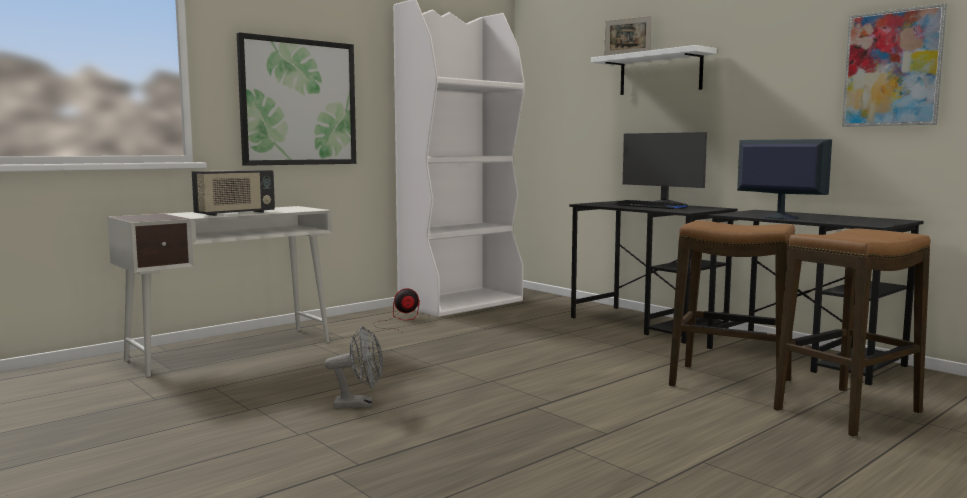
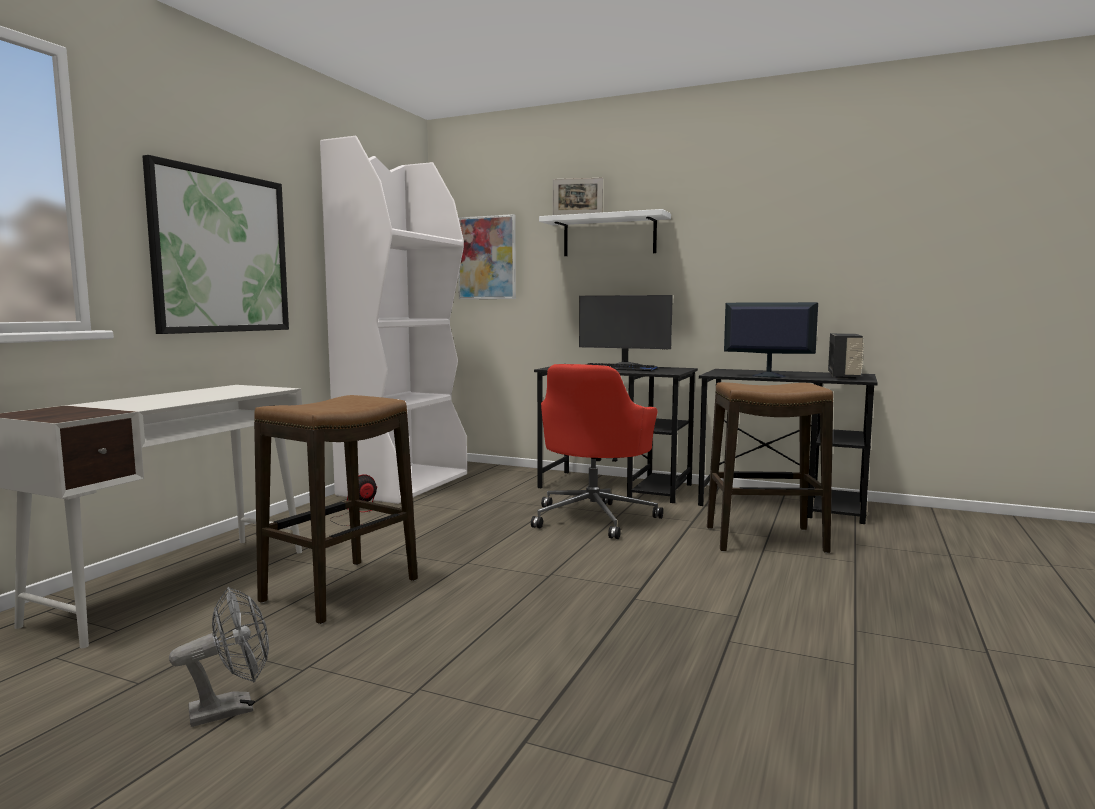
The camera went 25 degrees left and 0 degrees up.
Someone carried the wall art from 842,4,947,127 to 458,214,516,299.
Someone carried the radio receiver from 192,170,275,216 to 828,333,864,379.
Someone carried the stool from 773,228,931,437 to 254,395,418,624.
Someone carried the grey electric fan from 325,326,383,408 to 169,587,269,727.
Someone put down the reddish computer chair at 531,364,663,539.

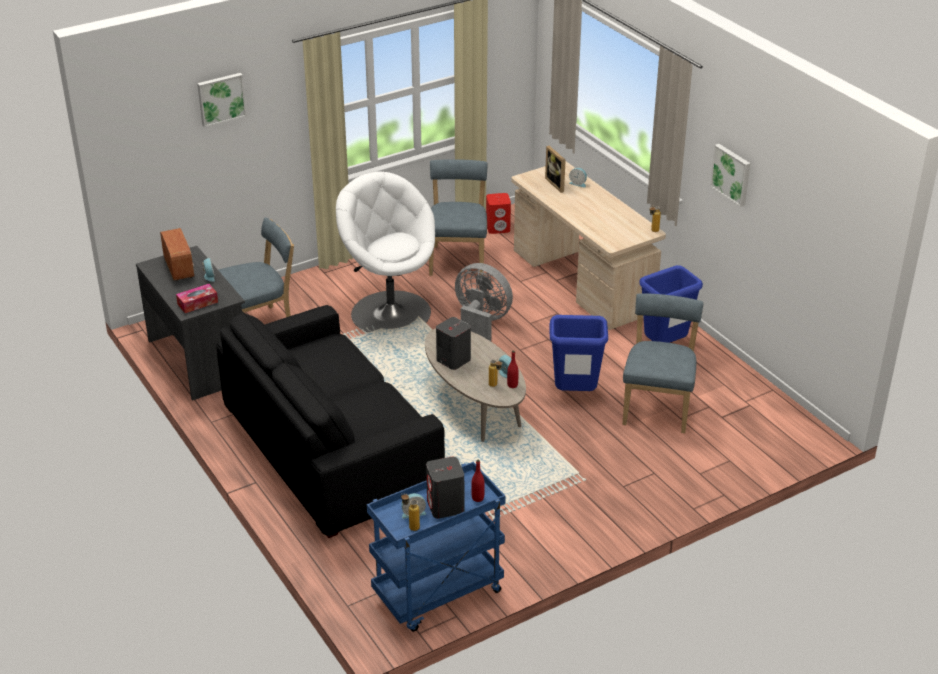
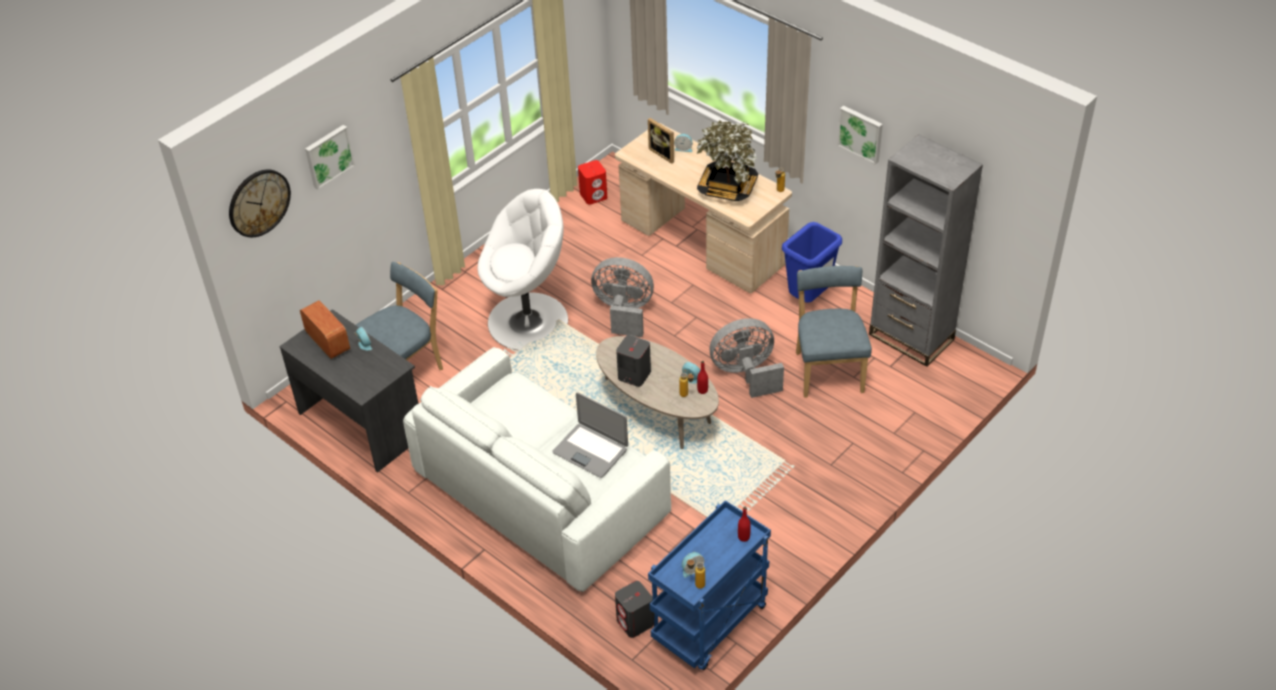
The camera went 15 degrees left and 10 degrees up.
Someone took away the blue plain chair at 429,159,488,276.
Someone rotated the whitish easy chair at 336,172,435,332 by 135 degrees clockwise.
Someone took away the box of tissues at 176,284,218,313.
Someone repainted the black sofa at 216,305,445,538, which became the whitish sofa at 403,347,671,592.
Someone swapped the blue rubbish bin at 550,315,608,391 for the grey electric fan at 710,318,784,398.
Someone carried the grey audio speaker from 426,457,464,519 to 615,581,654,638.
Someone put down the plant in a pot at 696,120,758,201.
Someone put down the grey shelving unit at 869,134,983,367.
Someone put up the hanging clock at 229,170,291,237.
Someone put down the notebook computer at 552,392,628,478.

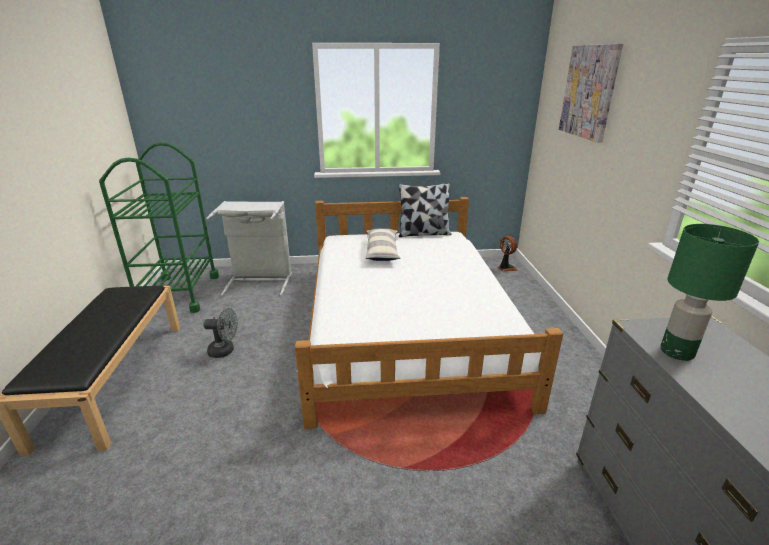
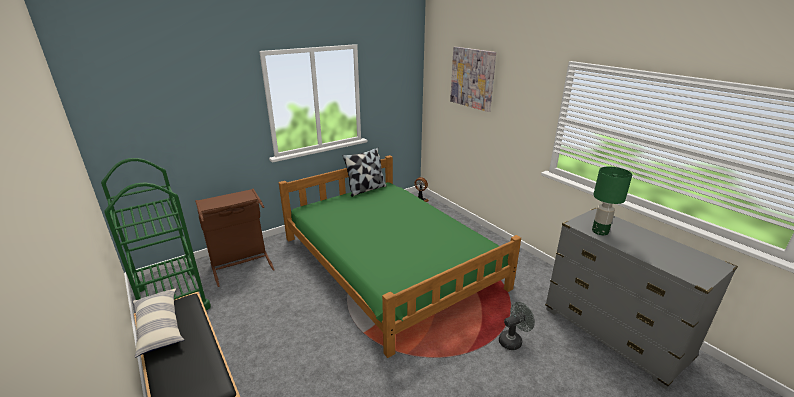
The camera went 30 degrees left and 0 degrees up.
Someone repainted the whitish bed at 295,197,563,429, which became the greenish bed at 279,155,521,358.
Someone repainted the grey washing basket at 206,201,292,296, which became the brown-coloured washing basket at 195,189,275,287.
Someone carried the throw pillow from 365,229,400,261 to 132,289,184,358.
Someone carried the grey electric fan from 204,308,238,358 to 499,302,535,350.

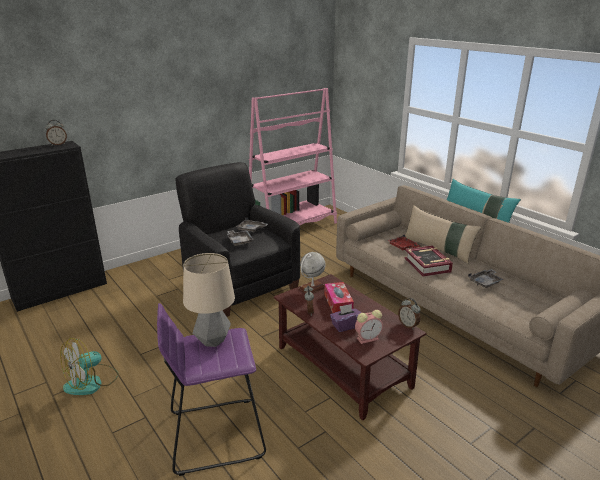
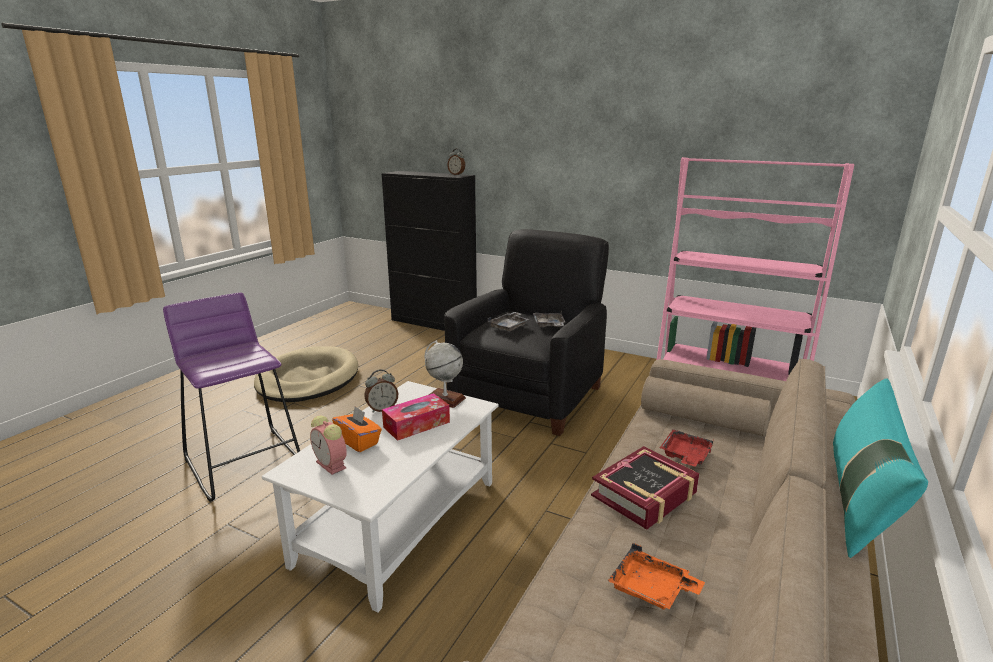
The camera went 65 degrees right and 5 degrees down.
Someone took away the sand-coloured throw pillow at 405,205,482,263.
Someone took away the tabletop lamp at 183,253,235,347.
Someone repainted the grey tray at 468,269,504,288, which became the orange-coloured tray at 608,543,705,610.
Someone repainted the brown-coloured coffee table at 274,274,427,421, which became the whitish coffee table at 262,381,499,613.
Someone took away the bedside clock at 398,298,421,330.
Someone repainted the purple box of tissues at 330,304,362,332, which became the orange-coloured box of tissues at 332,406,382,452.
Someone swapped the electric fan at 60,338,119,395 for the sand-coloured dog cushion at 254,346,358,402.

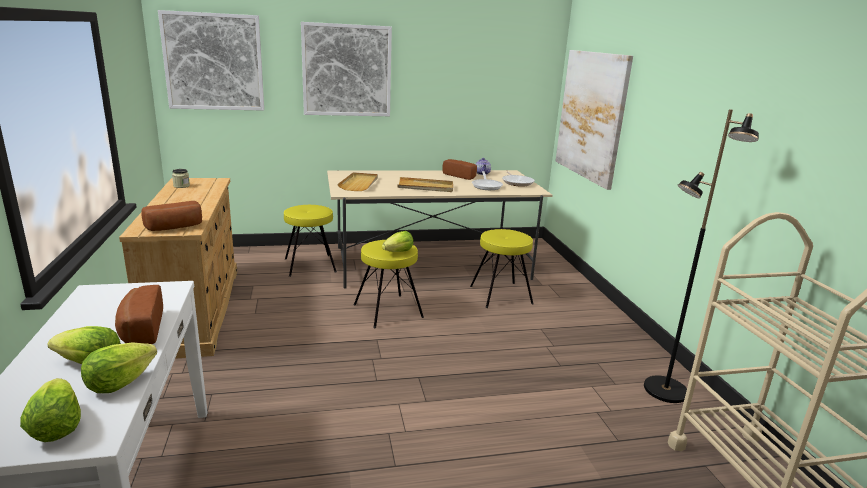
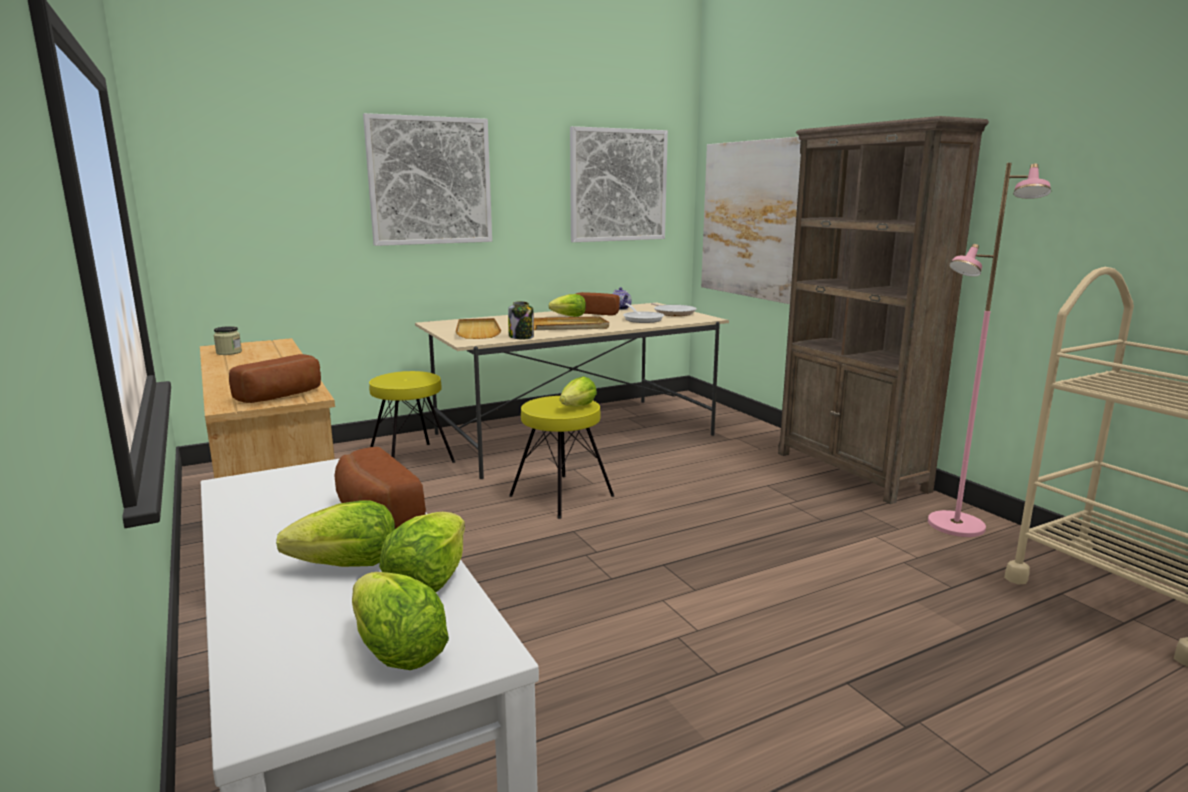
The camera went 15 degrees left and 5 degrees down.
Someone carried the wall art from 158,10,264,111 to 570,126,668,242.
Someone repainted the black standing lamp at 644,109,759,403, which became the pinkish standing lamp at 928,163,1051,537.
Someone took away the yellowish stool at 470,229,534,308.
Someone put down the brown-coloured shelving unit at 778,116,989,504.
Someone put down the lettuce at 548,294,586,317.
Someone put down the preserve jar at 508,301,534,339.

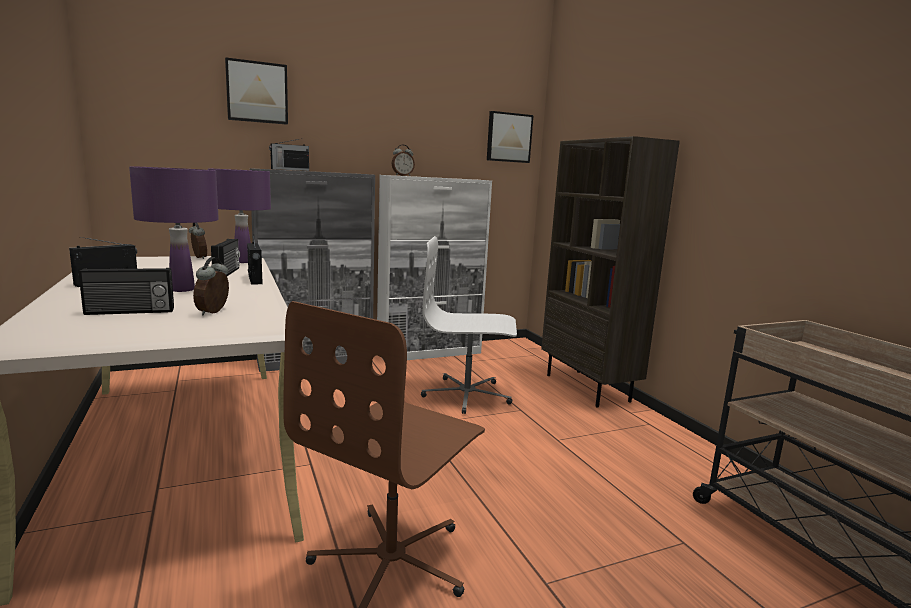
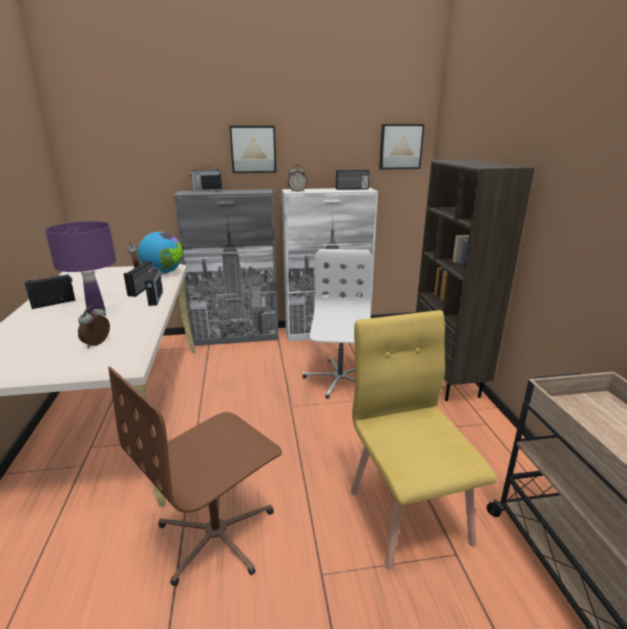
The camera went 15 degrees right and 10 degrees up.
Someone carried the wall art from 225,57,288,125 to 229,126,276,173.
Someone swapped the purple tabletop lamp at 208,168,271,263 for the globe at 138,231,183,275.
Someone rotated the whitish computer chair at 421,236,517,414 by 75 degrees clockwise.
Someone carried the radio receiver from 79,268,174,315 to 336,170,370,190.
Someone put down the yellowish plain chair at 350,310,497,570.

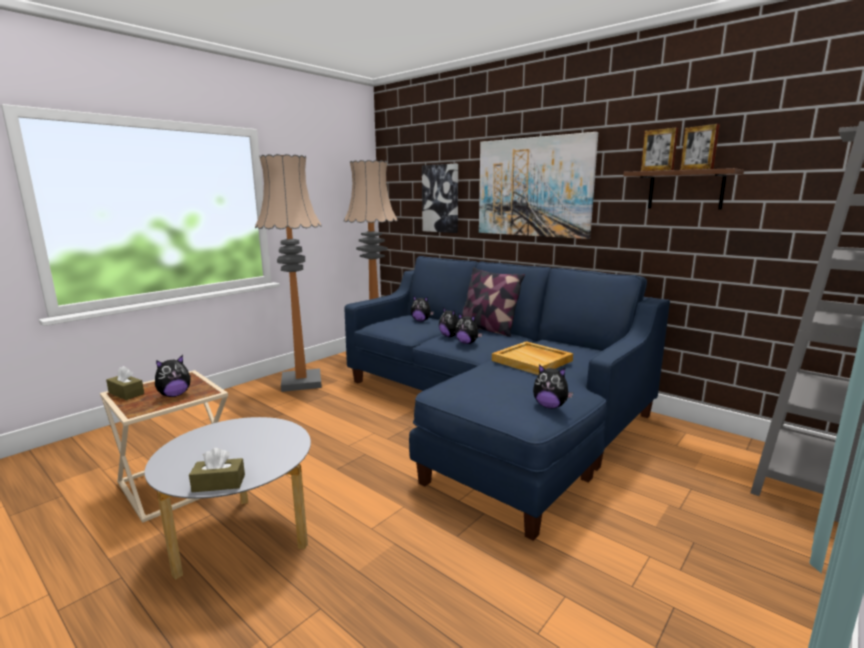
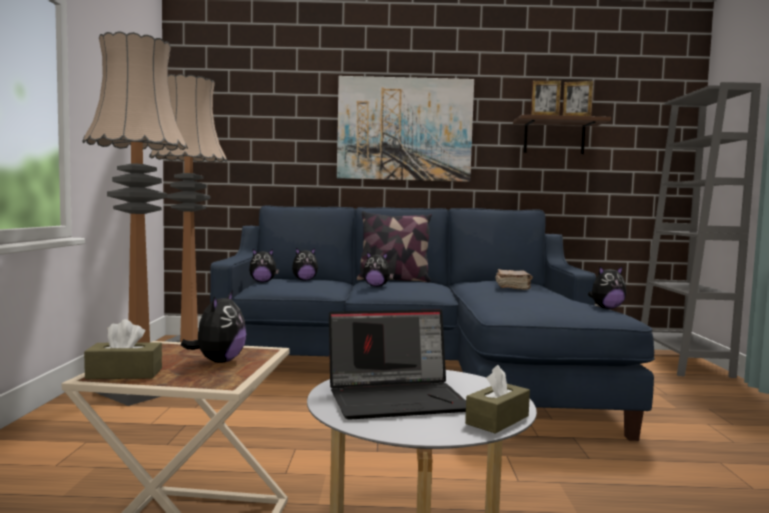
The camera went 40 degrees left and 10 degrees down.
Someone took away the wall art at 422,164,458,233.
Someone carried the plush toy from 455,314,483,344 to 249,249,279,283.
Someone swapped the sand-coloured tray at 492,341,573,375 for the brown-coloured bound book at 495,269,533,290.
Someone put down the notebook computer at 329,309,466,420.

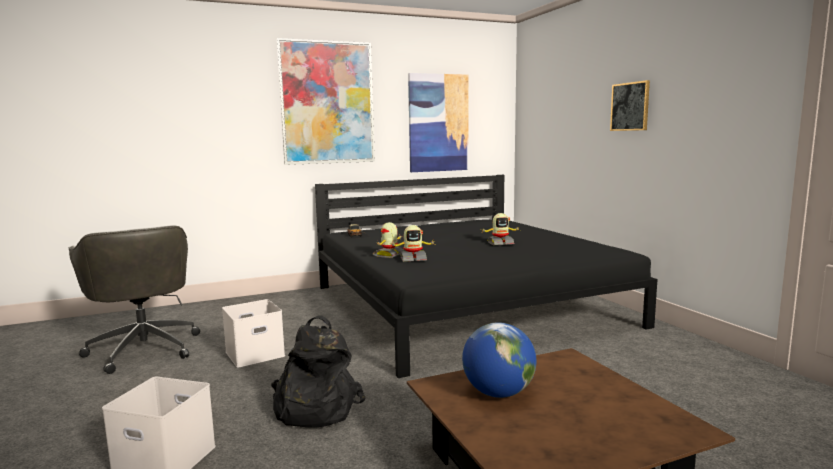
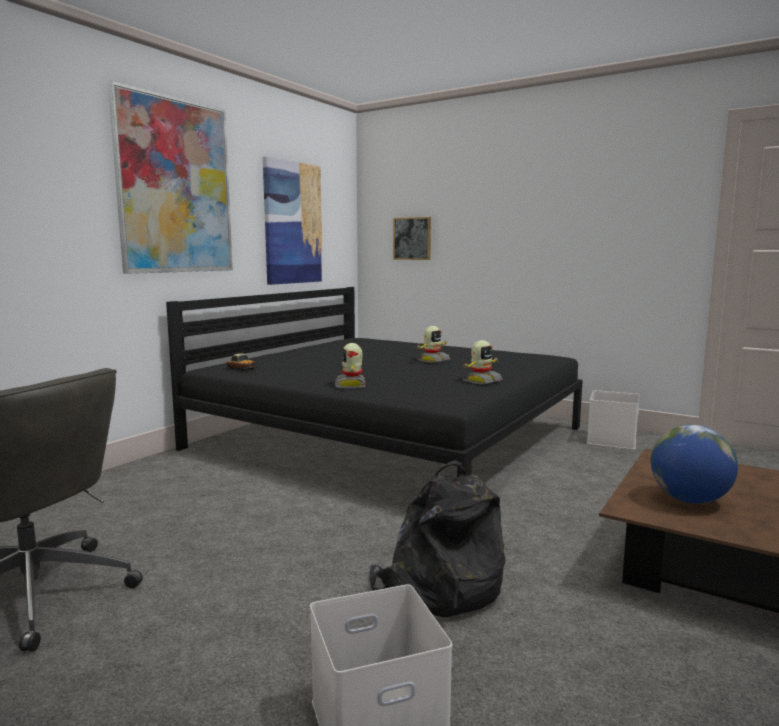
The camera went 35 degrees left and 0 degrees up.
Someone carried the wall art from 610,80,650,131 to 393,217,431,260.
Someone carried the model robot from 391,225,435,262 to 462,340,503,385.
Someone carried the whitish storage box from 222,299,285,368 to 587,390,639,449.

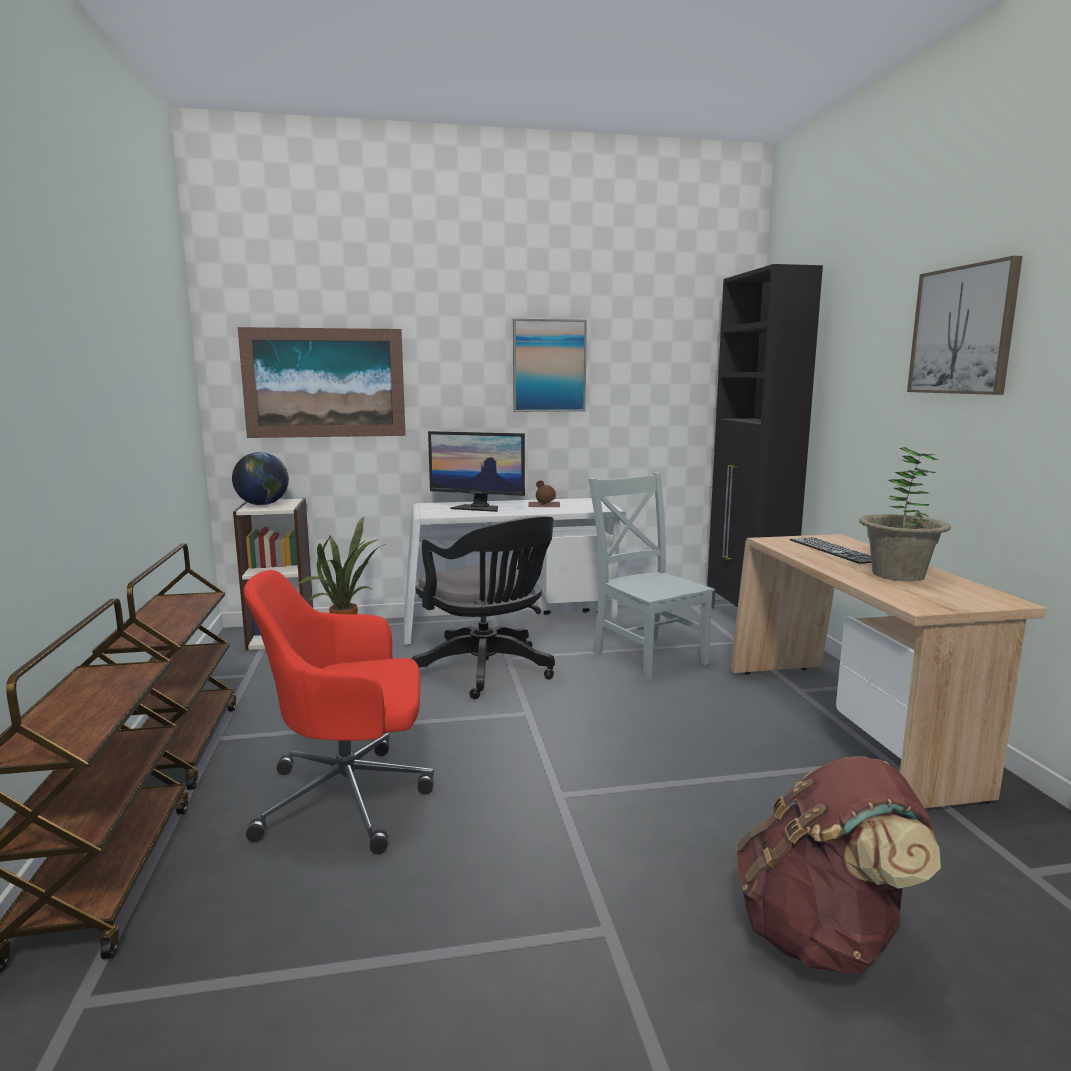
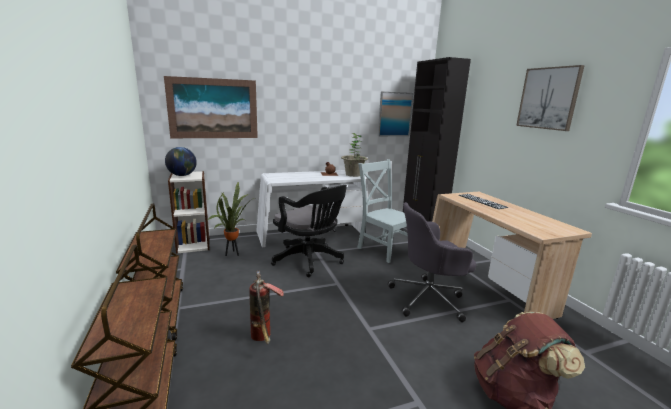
The camera went 10 degrees left and 5 degrees up.
Someone carried the wall art from 513,319,587,412 to 378,92,413,136.
Someone took away the computer screen at 428,431,525,512.
Someone carried the plant in a pot from 859,447,951,581 to 341,133,368,177.
Someone swapped the reddish computer chair at 244,570,434,854 for the extinguisher at 249,270,284,344.
Someone put down the grey computer chair at 388,202,476,322.

